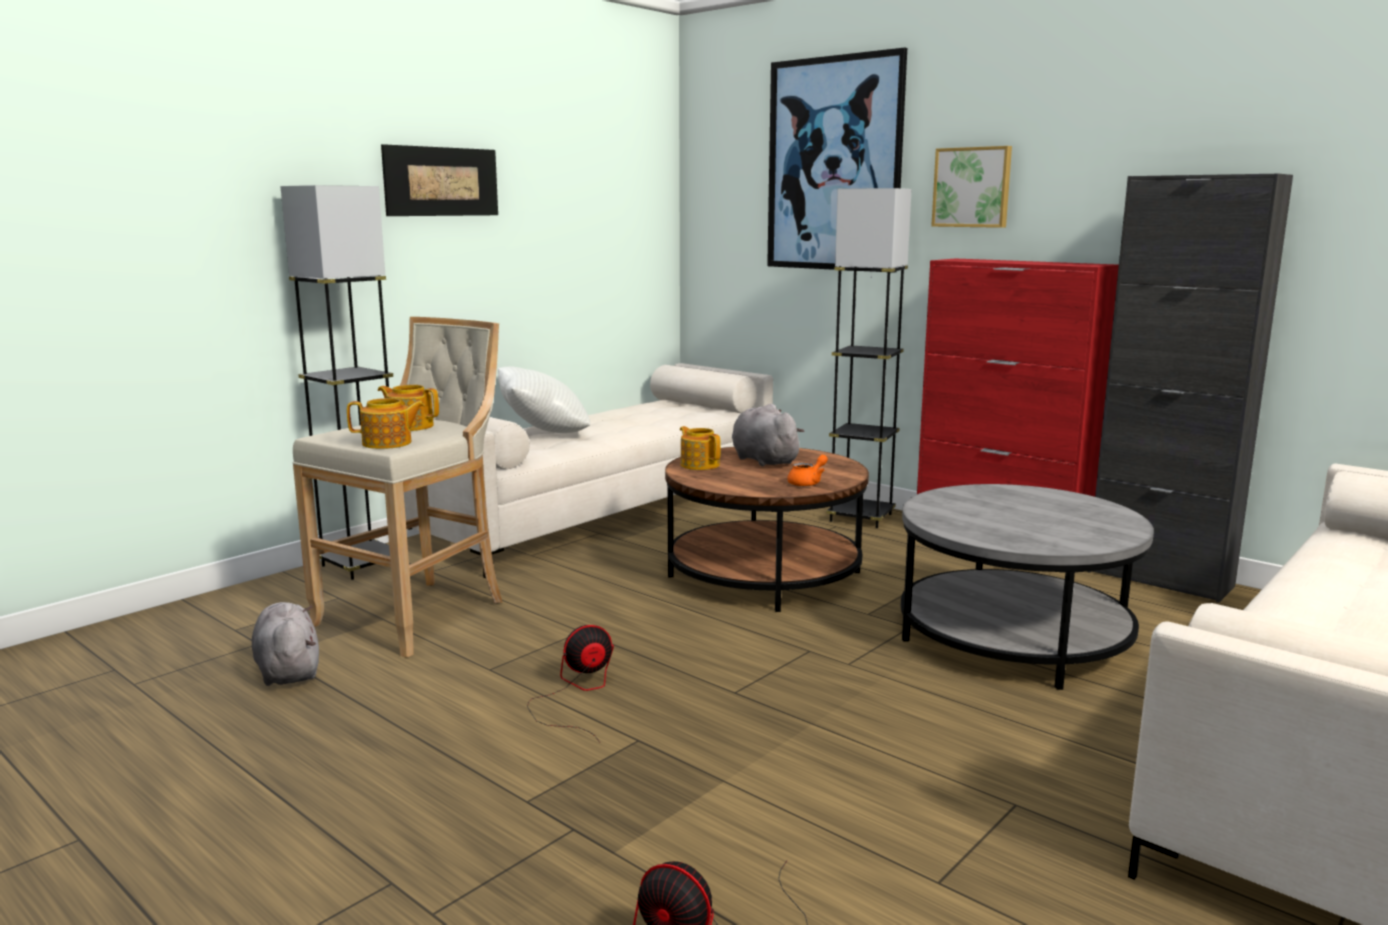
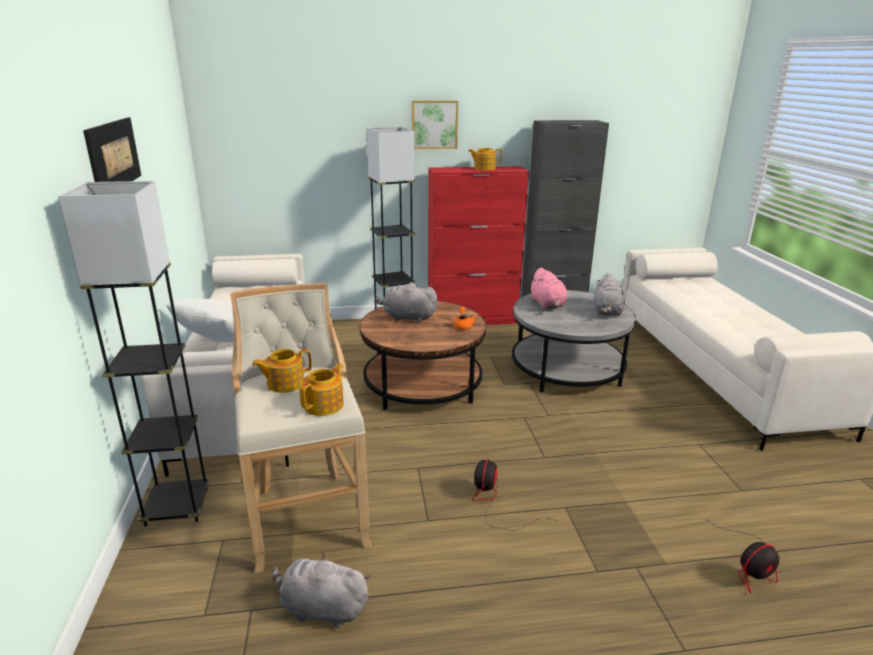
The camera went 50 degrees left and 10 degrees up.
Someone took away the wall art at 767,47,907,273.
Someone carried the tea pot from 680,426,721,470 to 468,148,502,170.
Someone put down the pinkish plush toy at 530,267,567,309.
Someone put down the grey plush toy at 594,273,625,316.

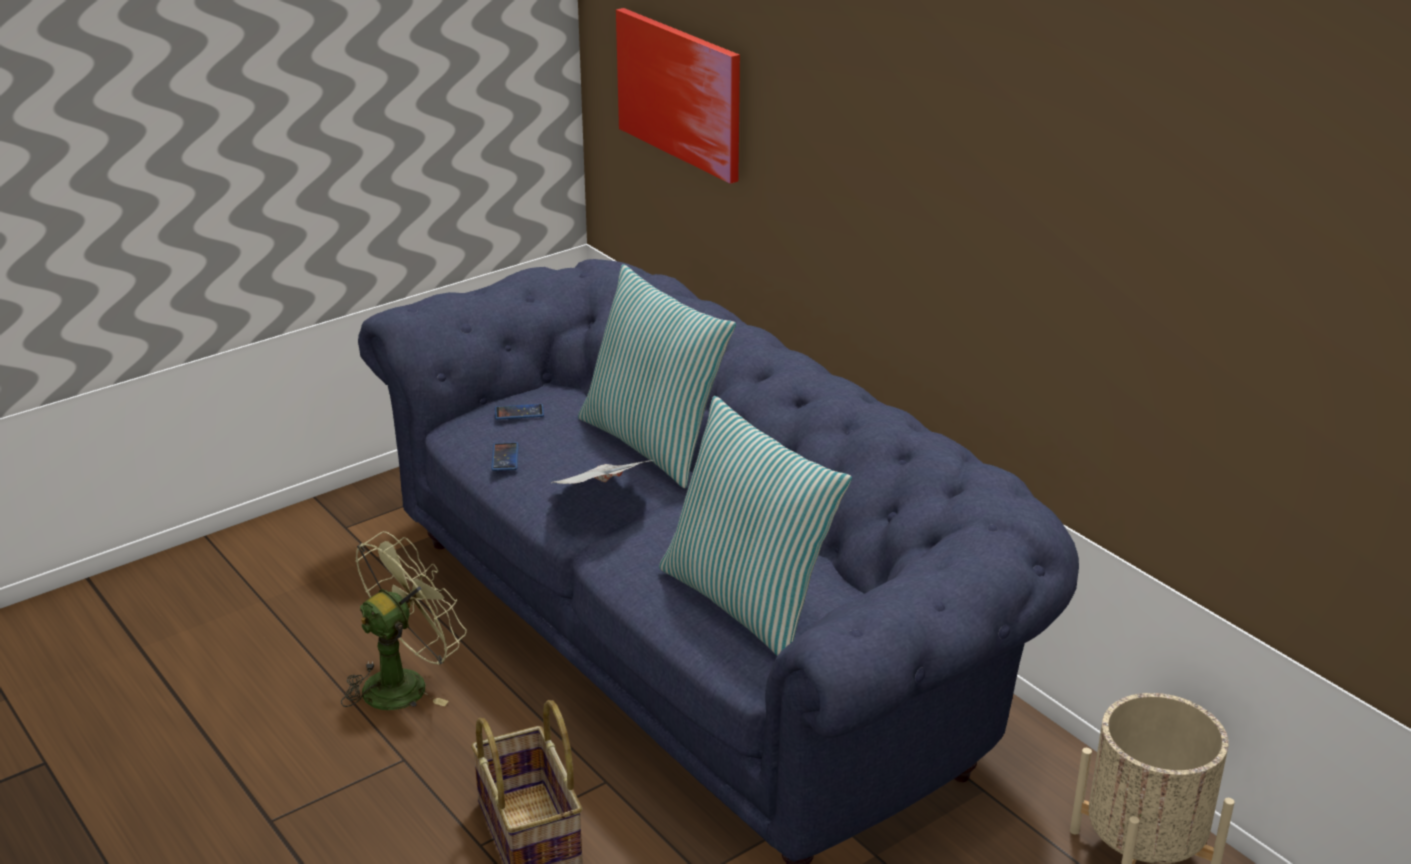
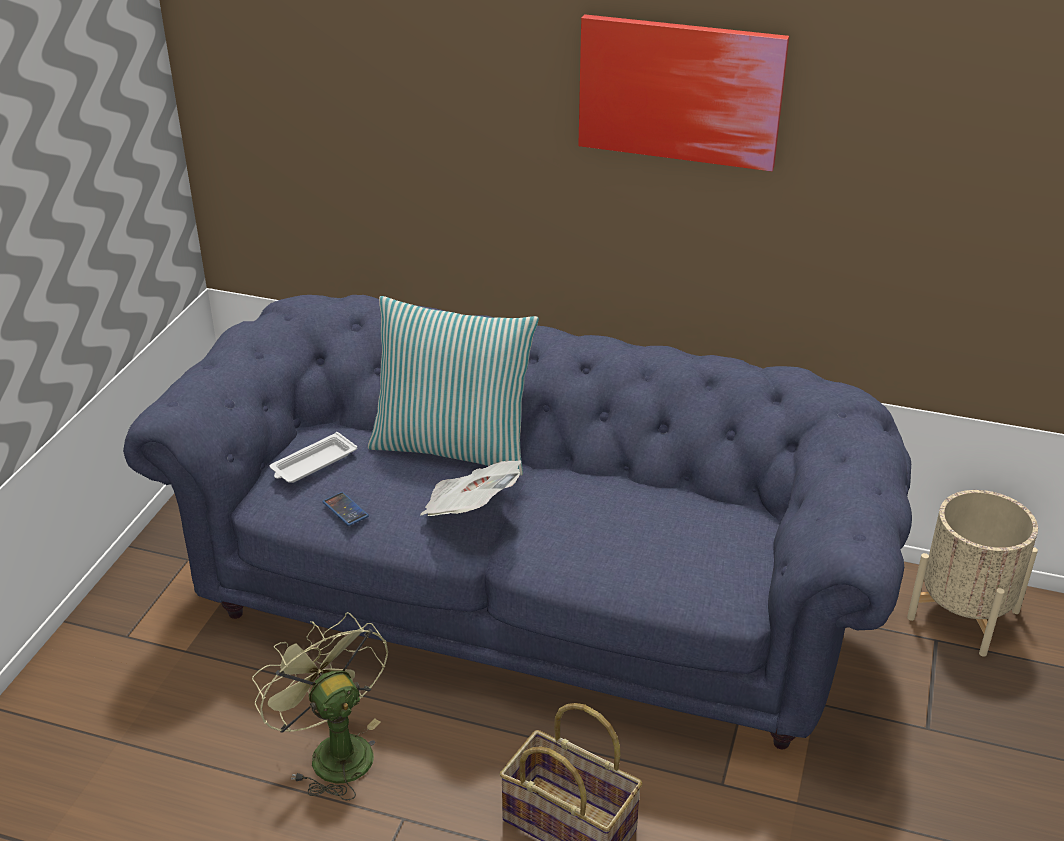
The camera went 35 degrees left and 5 degrees up.
Someone carried the wall art from 616,8,740,184 to 578,14,789,171.
Someone took away the throw pillow at 659,396,852,656.
Someone swapped the phone at 495,404,544,420 for the whitish tray at 270,432,357,483.
Someone rotated the greenish electric fan at 341,531,467,710 by 45 degrees counterclockwise.

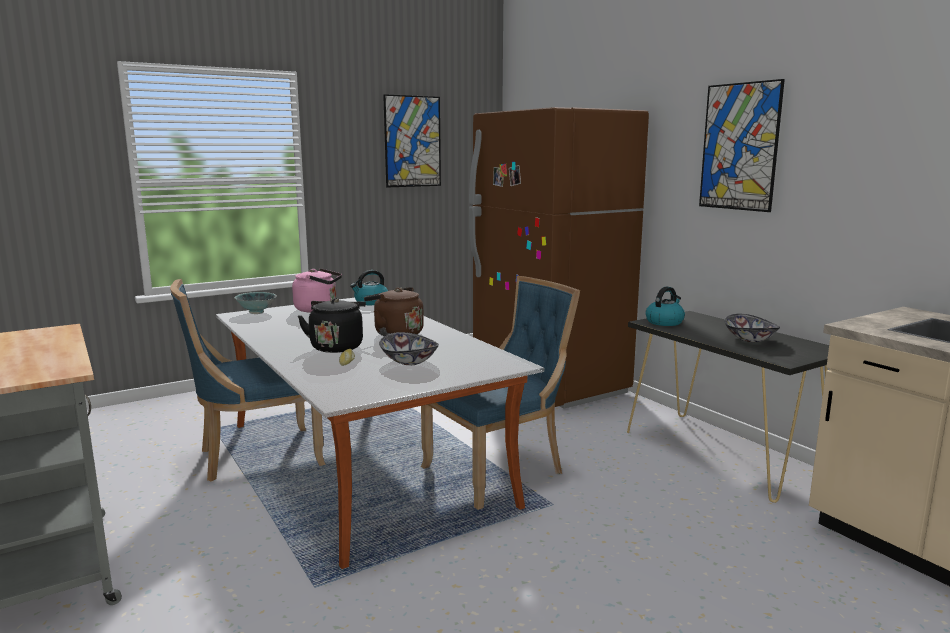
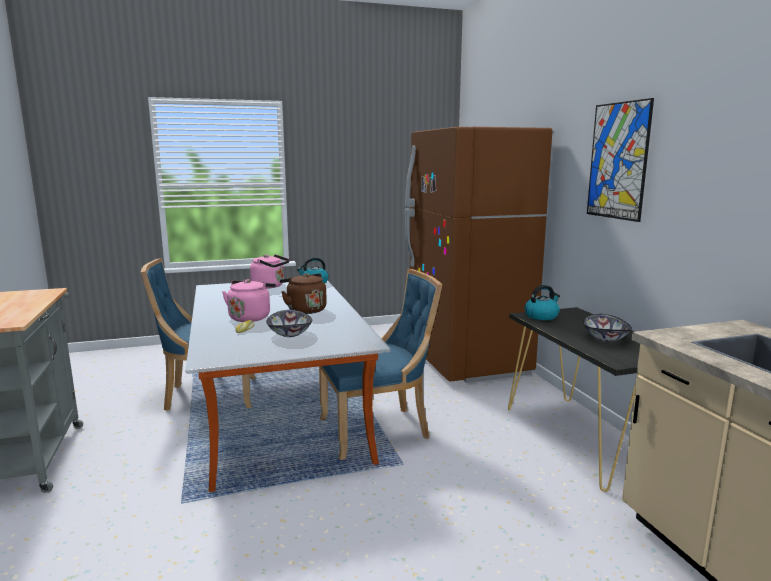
The camera went 15 degrees right and 0 degrees up.
Someone took away the wall art at 383,94,441,187.
Someone took away the bowl at 235,292,277,314.
Someone repainted the black water kettle at 298,298,366,353, which became the pinkish water kettle at 222,279,276,322.

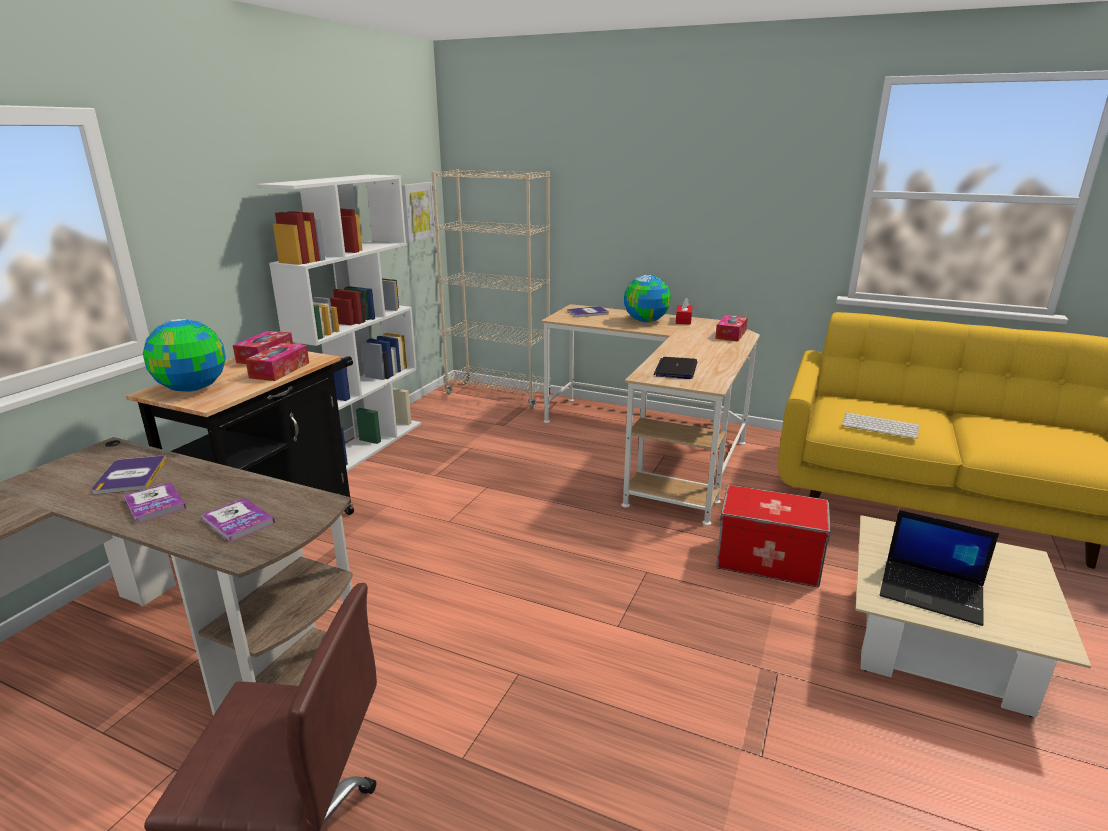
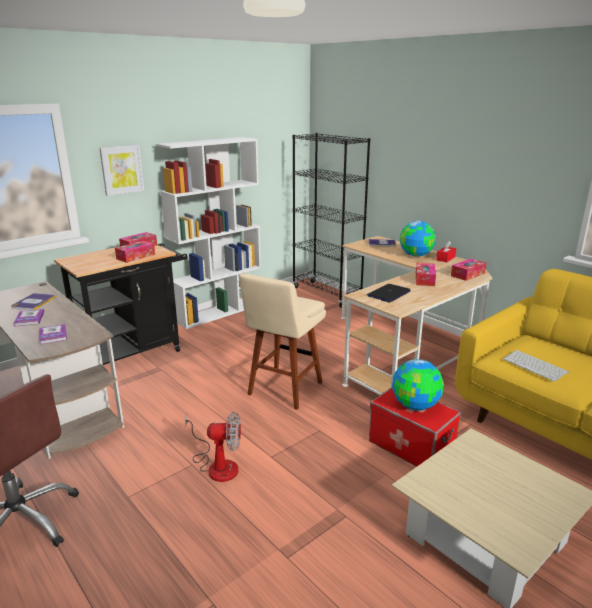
The camera went 25 degrees right and 0 degrees up.
Someone repainted the sand-coloured shelving unit at 431,169,551,409, which became the black shelving unit at 292,133,370,308.
Someone carried the wall art from 402,182,436,242 to 99,145,144,196.
Someone carried the globe from 143,319,226,392 to 392,359,444,411.
Someone took away the notebook computer at 880,510,999,626.
Someone put down the box of tissues at 416,263,436,286.
Someone put down the sand-coloured stool at 239,273,326,410.
Someone put down the electric fan at 185,412,241,482.

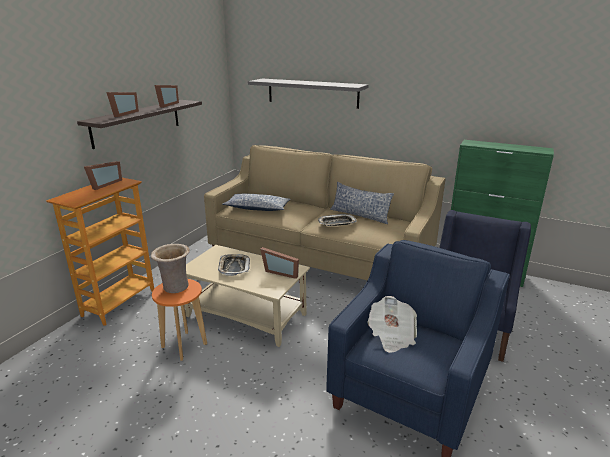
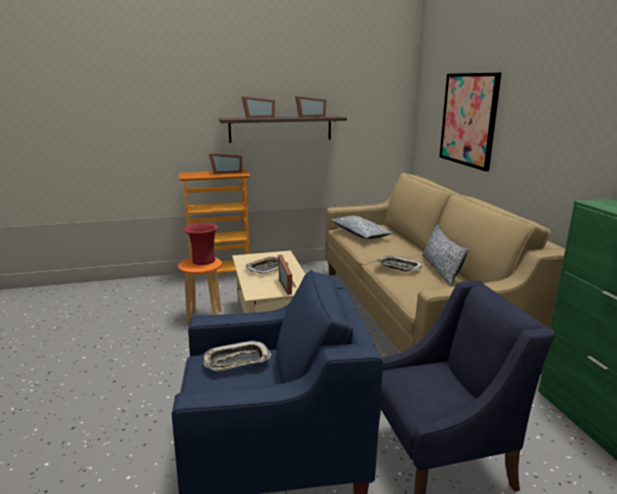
The camera went 50 degrees right and 5 degrees down.
Someone swapped the grey shelf at 248,79,369,109 for the wall art at 439,73,501,171.
Someone repainted the sand-coloured decorative vase at 151,244,189,293, which became the reddish decorative vase at 184,223,218,265.
Someone swapped the printed paper at 368,296,417,353 for the tray at 203,340,271,371.

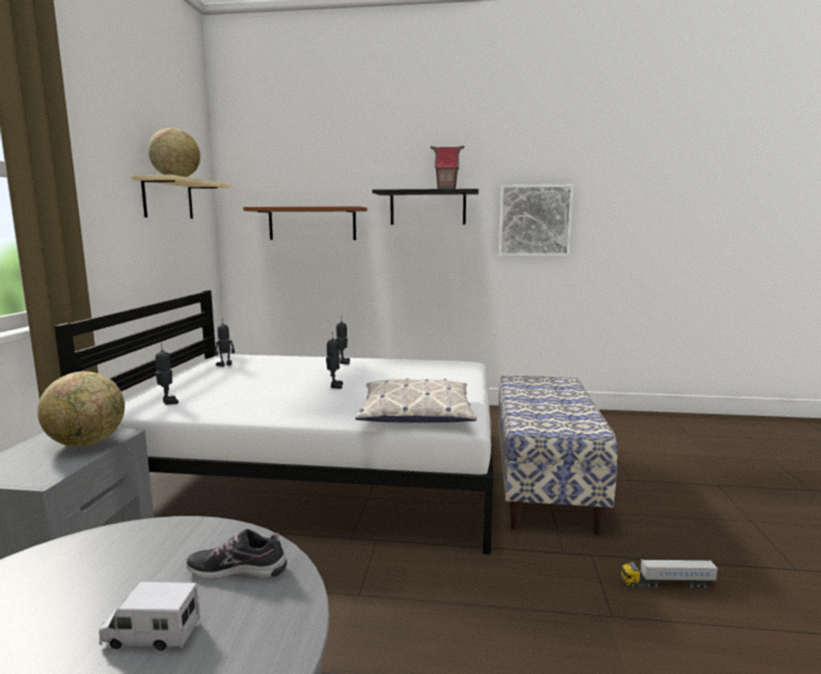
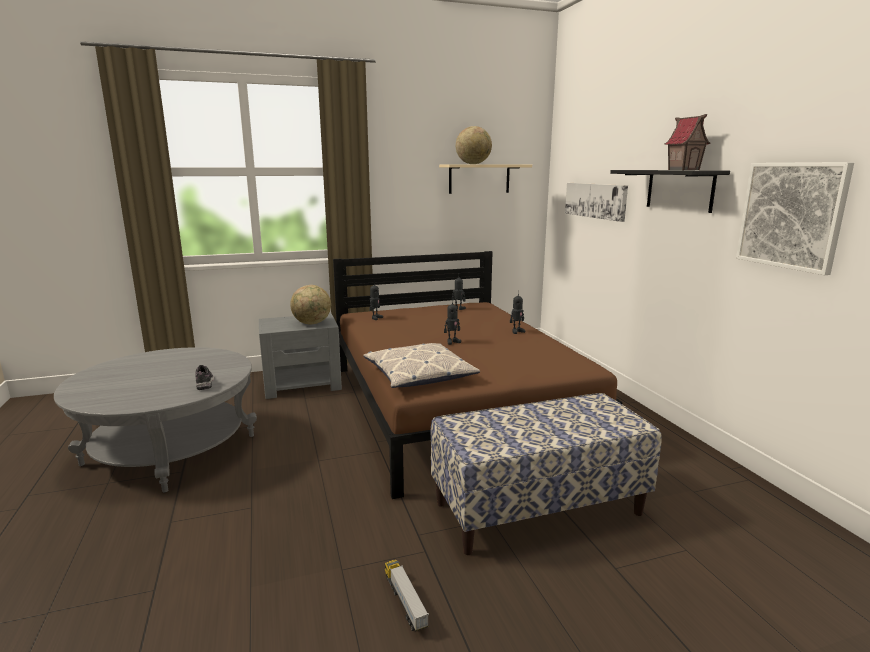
The camera went 65 degrees right and 5 degrees up.
Someone swapped the brown-coloured shelf at 243,206,367,240 for the wall art at 565,183,628,222.
Someone repainted the whitish bed at 54,290,493,555, which became the brown-coloured bed at 333,251,622,499.
Someone took away the toy lorry at 99,582,200,651.

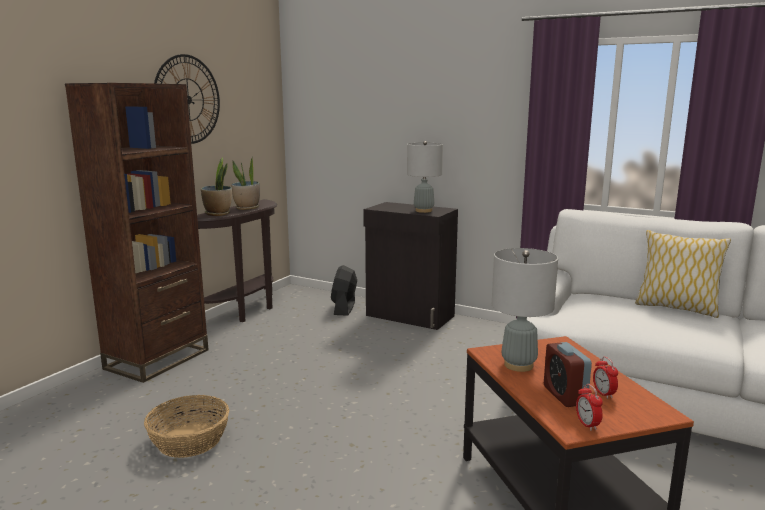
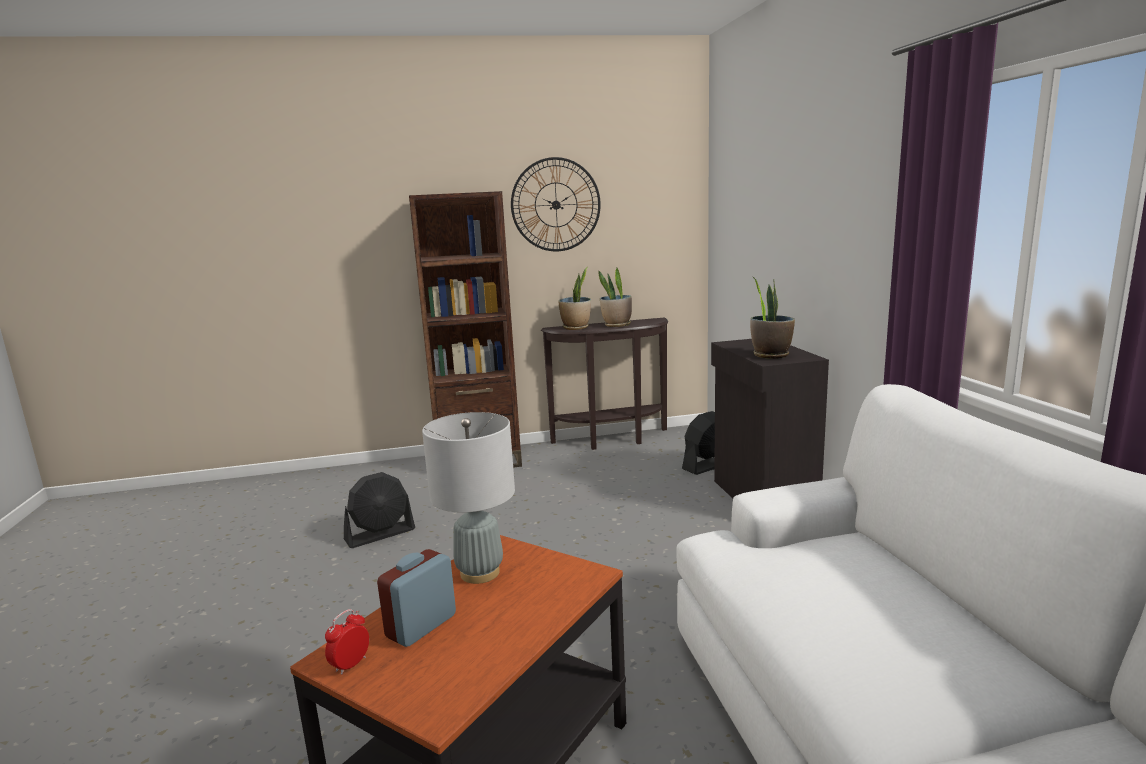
The camera went 50 degrees right and 0 degrees up.
Someone swapped the grey tabletop lamp at 407,141,443,213 for the plant in a pot at 750,277,795,359.
Someone took away the throw pillow at 635,230,731,318.
Someone took away the bedside clock at 593,357,618,399.
Someone swapped the storage basket at 144,395,229,458 for the black electric fan at 344,472,415,548.

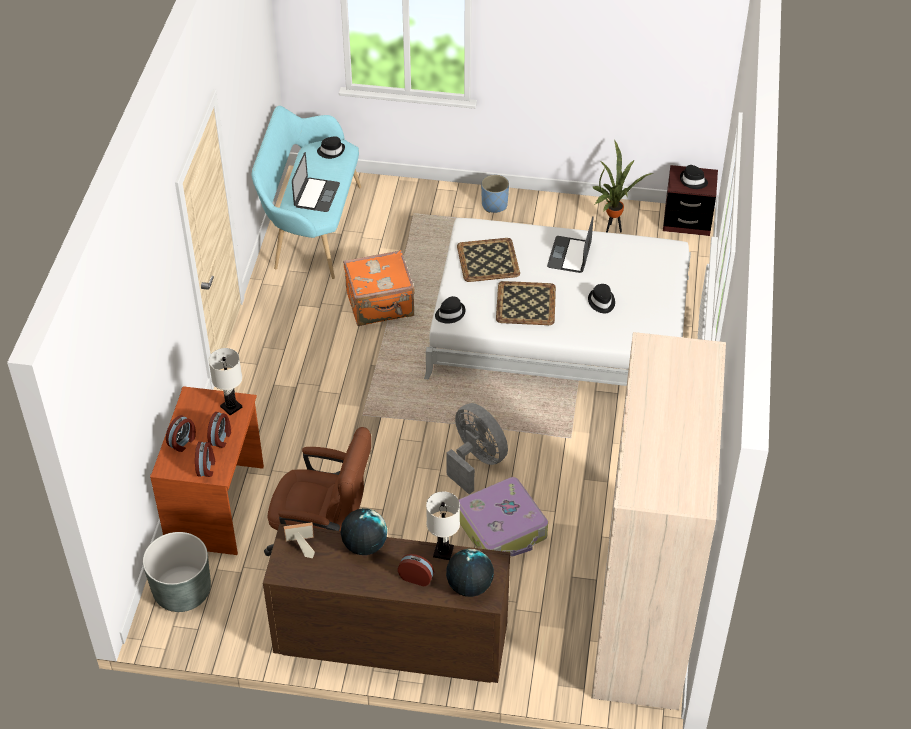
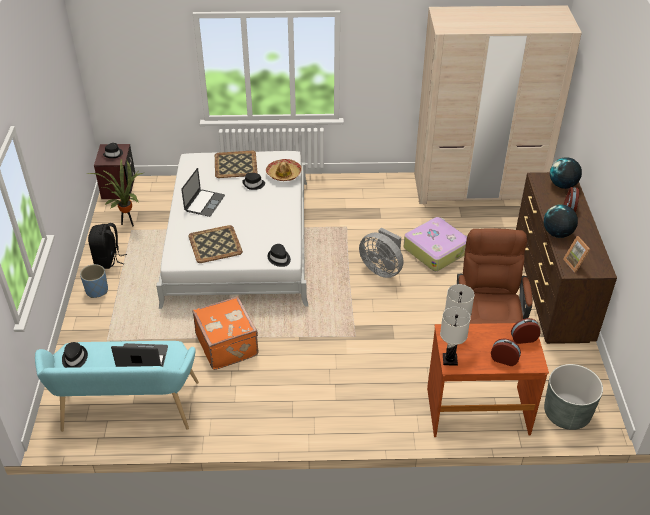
The camera went 100 degrees left and 5 degrees down.
Someone rotated the notebook computer at 547,216,594,273 by 75 degrees counterclockwise.
Someone carried the tray from 496,281,556,325 to 215,151,258,178.
Someone rotated the grey electric fan at 446,403,508,494 by 90 degrees counterclockwise.
Someone took away the bedside clock at 207,412,231,448.
Someone carried the whitish tabletop lamp from 426,492,460,560 to 440,307,471,366.
Someone put down the wearable hat at 266,159,302,181.
Someone put down the black rucksack at 88,223,127,269.

